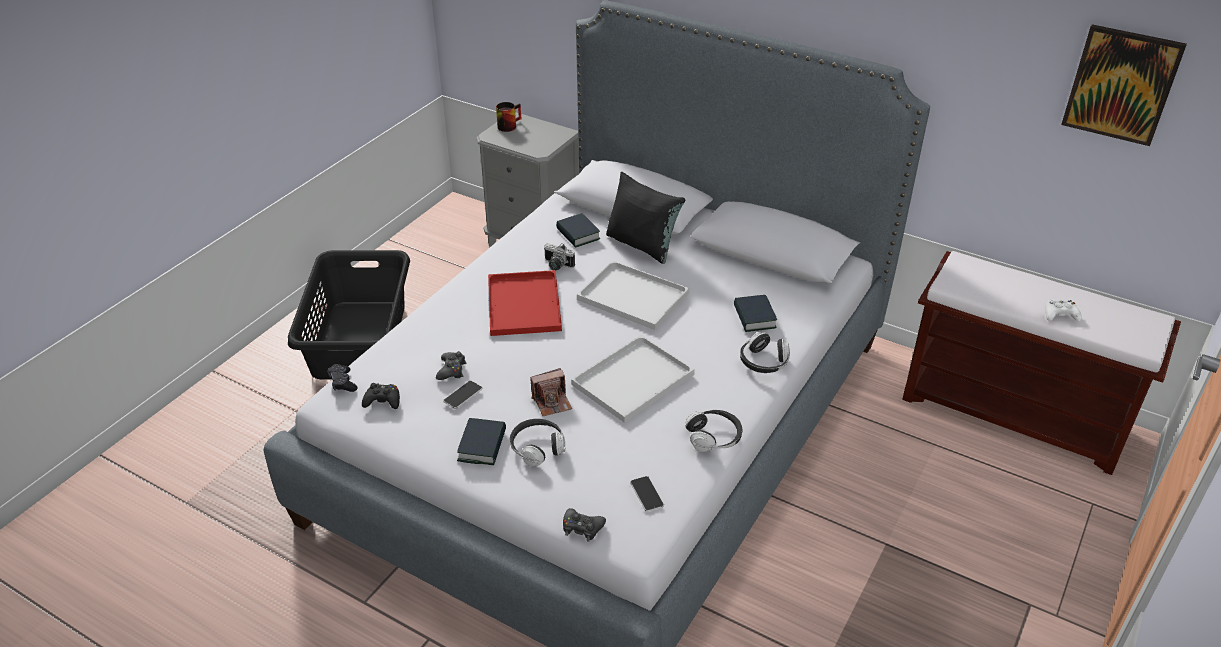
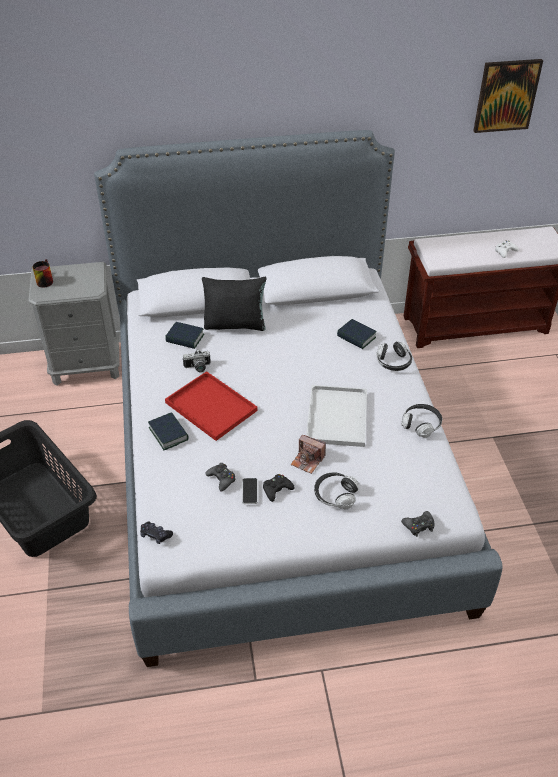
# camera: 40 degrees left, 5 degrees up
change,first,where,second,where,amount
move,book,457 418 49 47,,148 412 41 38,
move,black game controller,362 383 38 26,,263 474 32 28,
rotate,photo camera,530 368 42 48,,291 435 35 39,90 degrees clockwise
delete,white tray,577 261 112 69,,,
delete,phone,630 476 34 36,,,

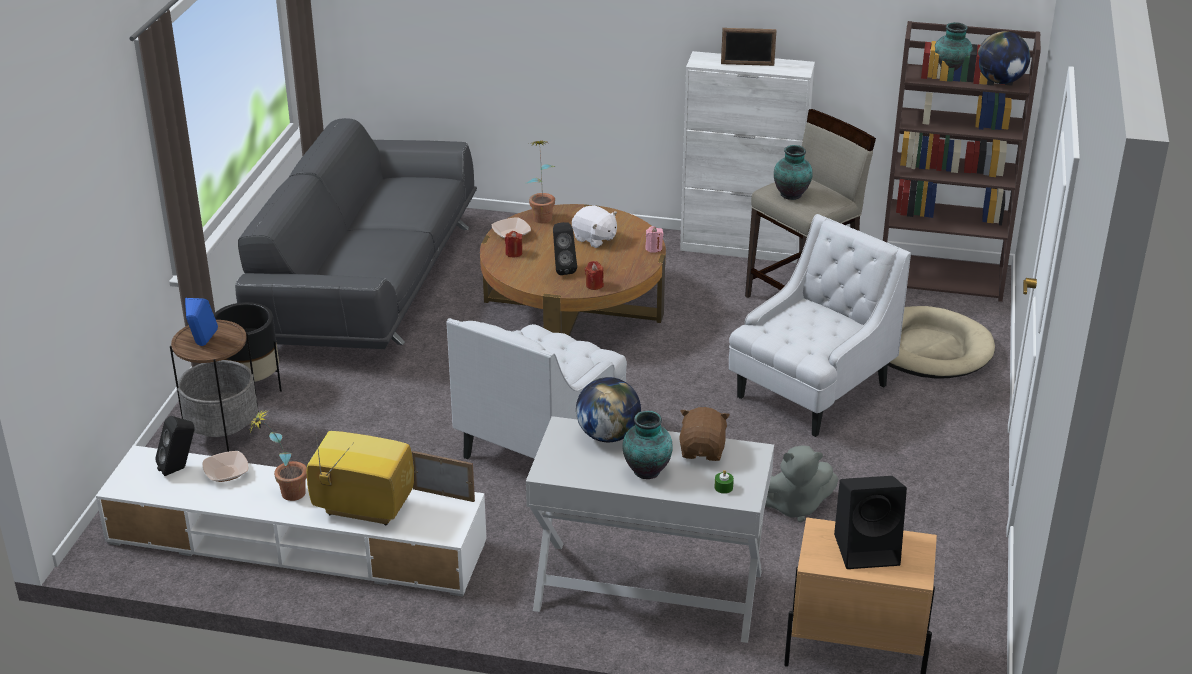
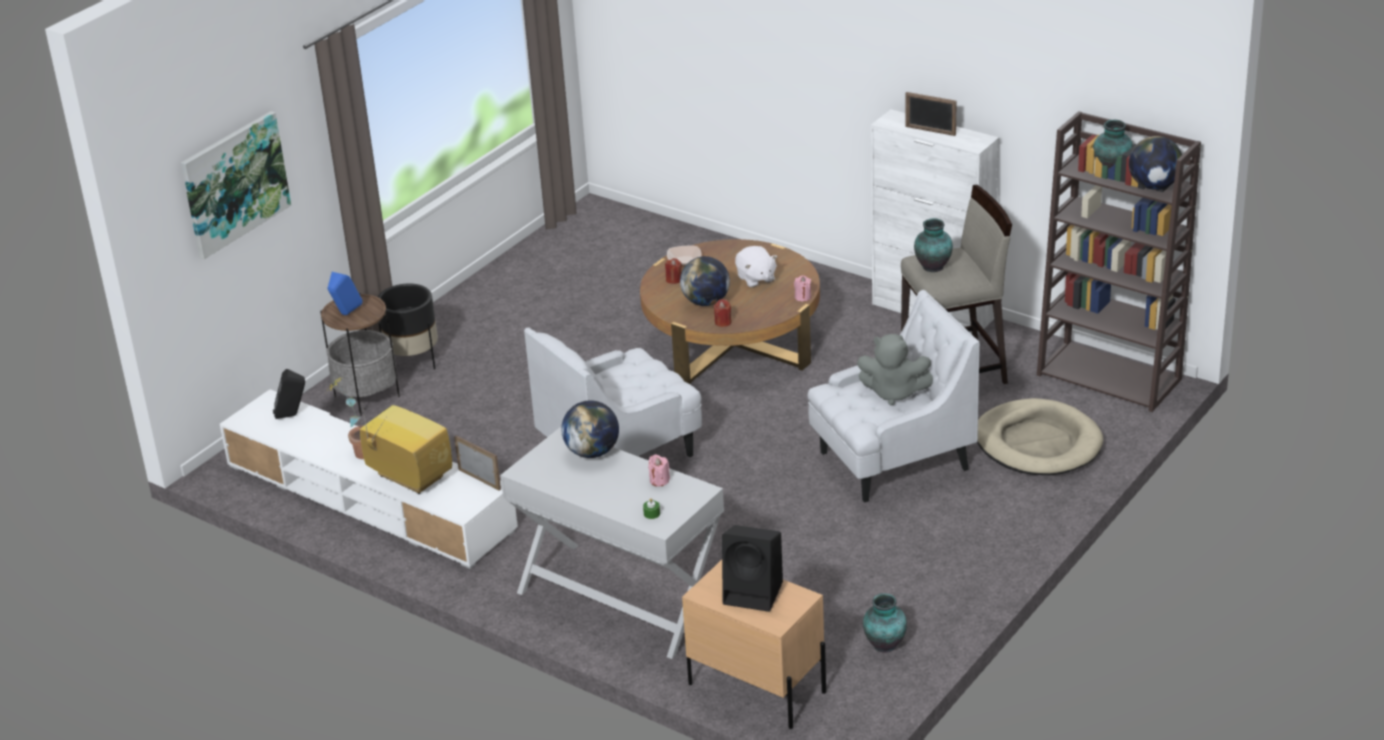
# camera: 25 degrees right, 0 degrees up
change,first,where,second,where,amount
insert,,,picture,181 111 110 148,
replace,brown plush toy,679 407 51 54,pink candle,648 454 22 32,
replace,black speaker,553 222 24 53,globe,680 256 50 50,
move,grey plush toy,765 445 73 77,,857 334 76 71,
move,vase,622 411 51 68,,863 593 44 60,
delete,bowl,202 451 47 31,,,
delete,grey sofa,235 118 242 231,,,
delete,potted plant,527 141 28 82,,,

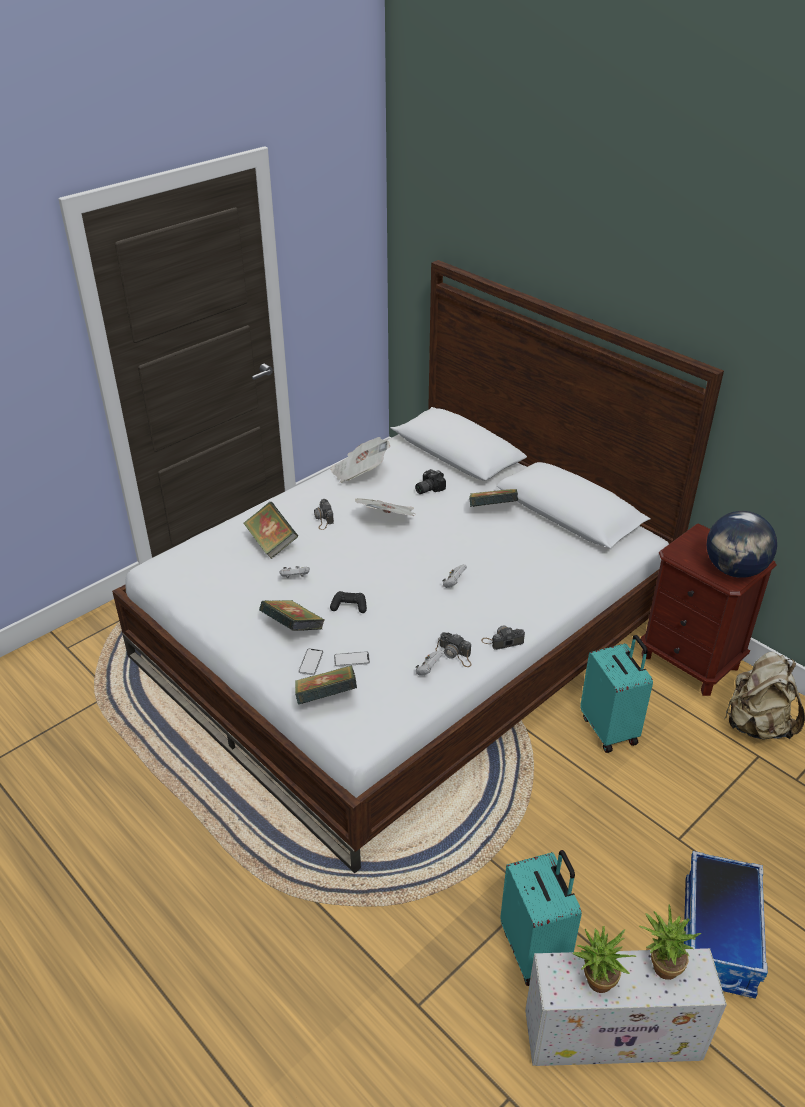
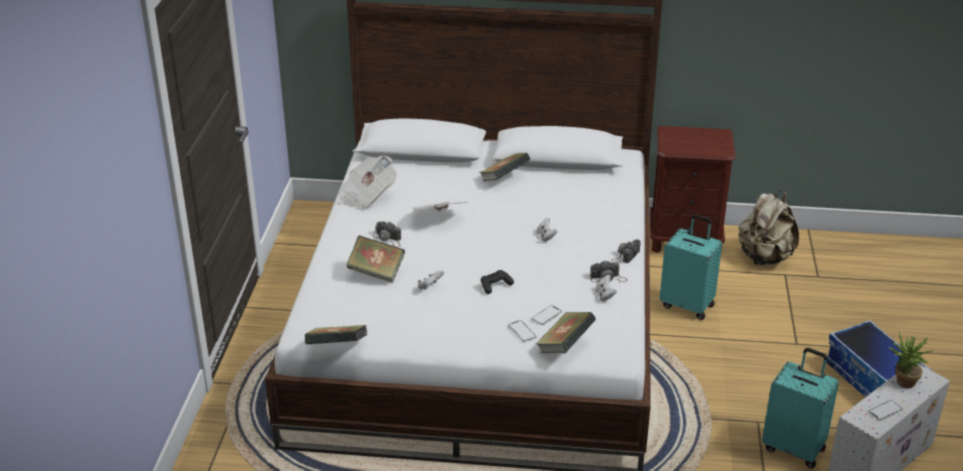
# camera: 40 degrees left, 5 degrees down
change,first,where,second,where,amount
move,book,259 600 65 31,,305 325 62 19,
replace,potted plant,573 926 63 67,phone,868 400 35 20,
delete,photo camera,415 469 31 25,,,
delete,globe,706 511 71 67,,,

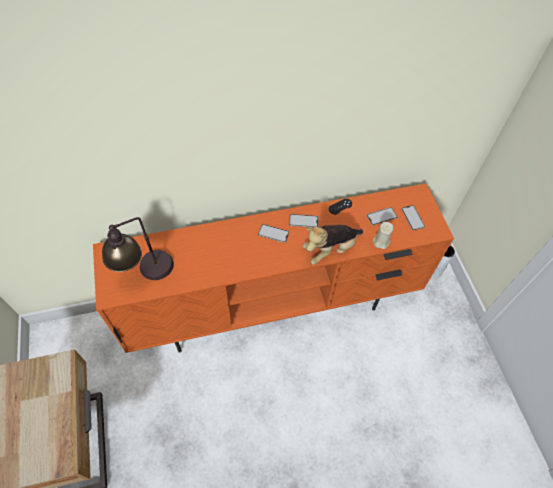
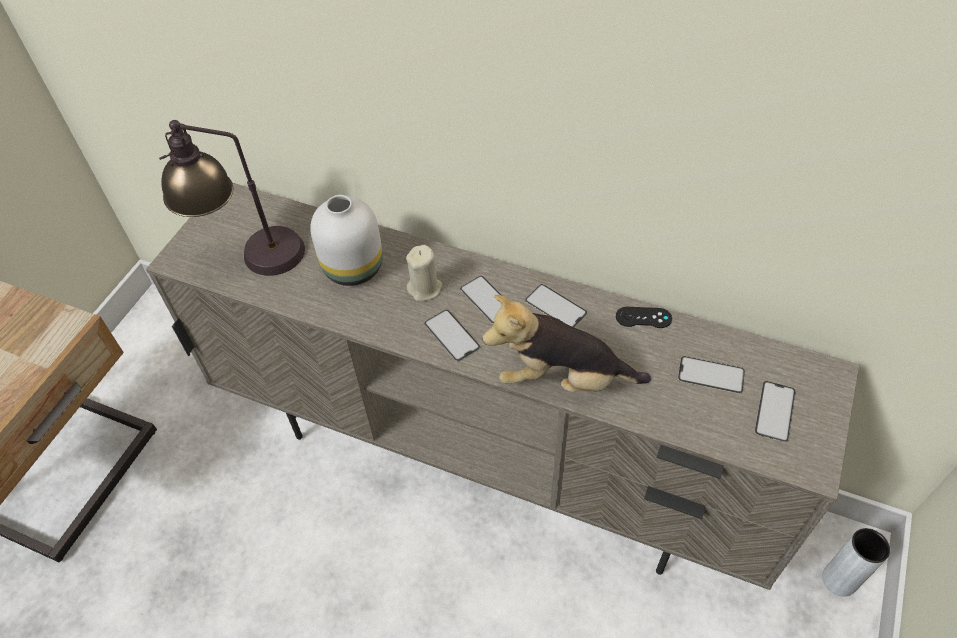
# camera: 40 degrees right, 5 degrees down
change,first,where,second,where,amount
recolor,orange tv stand,93 183 361 170,beige tv stand,146 183 713 407,
insert,,,white vase,310 195 73 91,
move,beige candle,373 222 21 27,,406 245 36 56,
insert,,,phone,424 310 56 52,

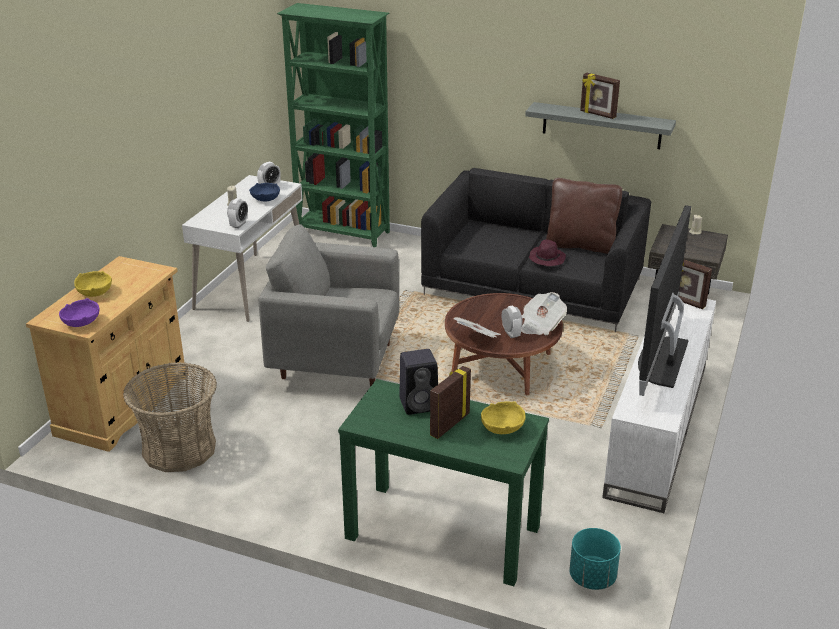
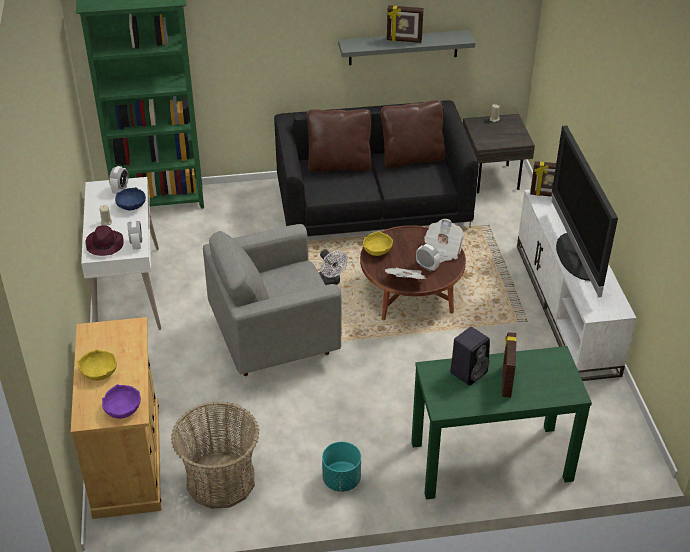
# camera: 30 degrees left, 10 degrees up
change,first,where,second,where,amount
move,purple hat,529 239 37 27,,85 226 39 30,
insert,,,brown pillow,307 109 65 63,
insert,,,white fan,319 250 29 35,
move,turquoise planter,569 528 52 62,,322 442 39 50,
move,yellow bowl,481 401 45 33,,363 231 30 25,

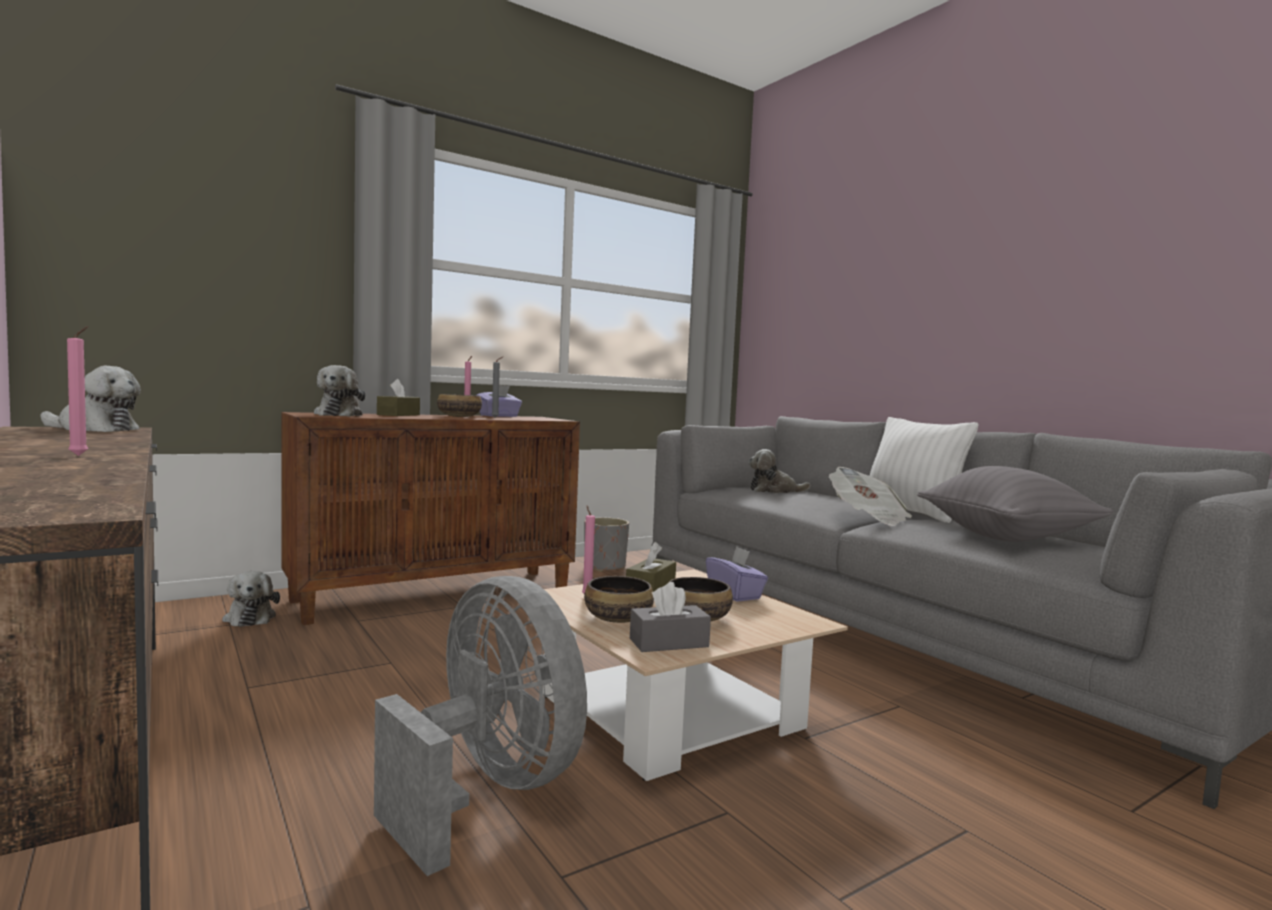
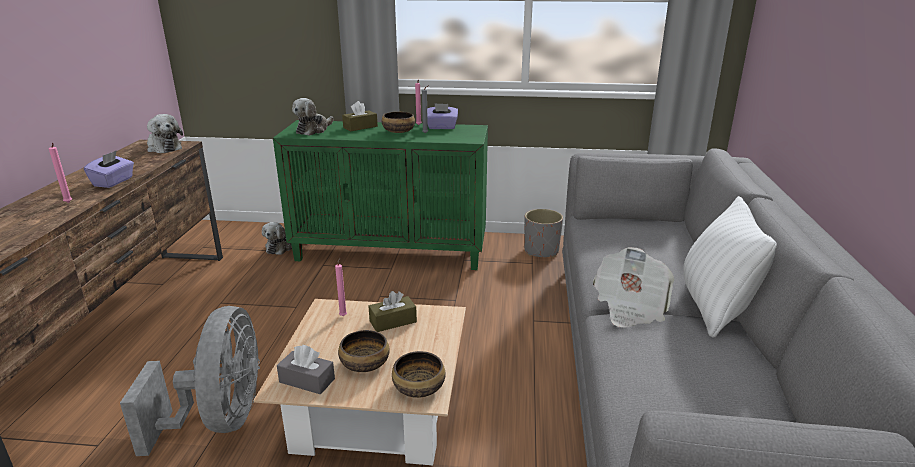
# camera: 40 degrees right, 20 degrees up
change,first,where,second,where,amount
move,purple tissue box,706 546 62 56,,84 150 50 38,
recolor,brown cabinet,281 412 299 213,green cabinet,273 120 215 150,
move,bowl,584 576 70 47,,392 351 54 47,
delete,plush toy,748 449 62 44,,,
delete,grey pillow,917 466 196 76,,,

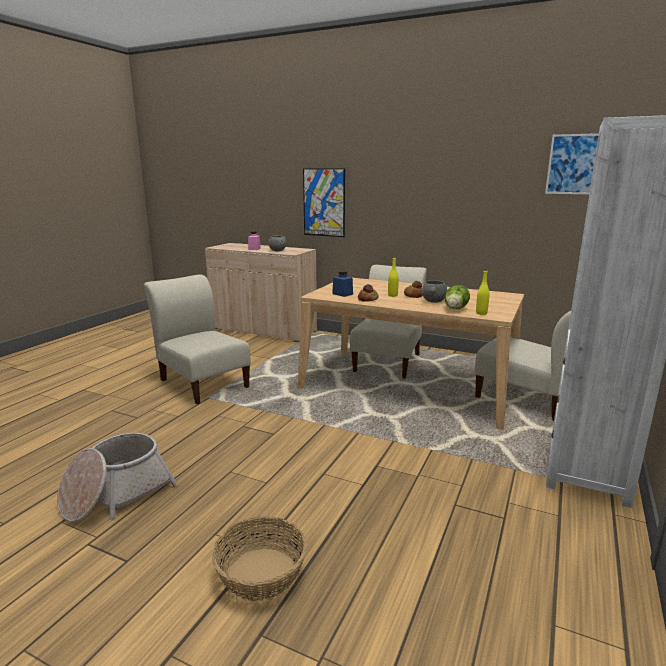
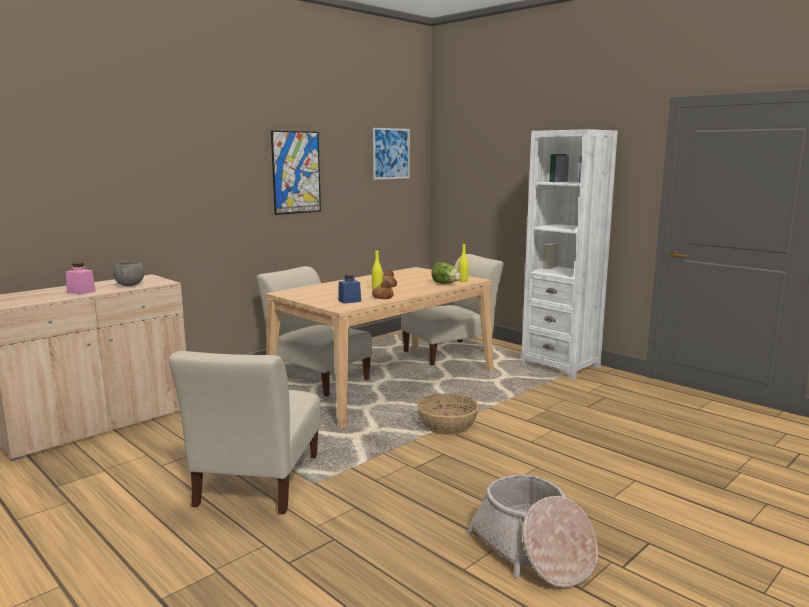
# camera: 70 degrees left, 5 degrees down
change,first,where,second,where,amount
rotate,beige chair,144 274 107 130,,169 351 152 163,60 degrees counterclockwise
move,picture,303 168 42 69,,271 131 50 84,
move,basket,212 516 95 86,,417 393 62 42,
delete,grey bowl,422 280 25 23,,,

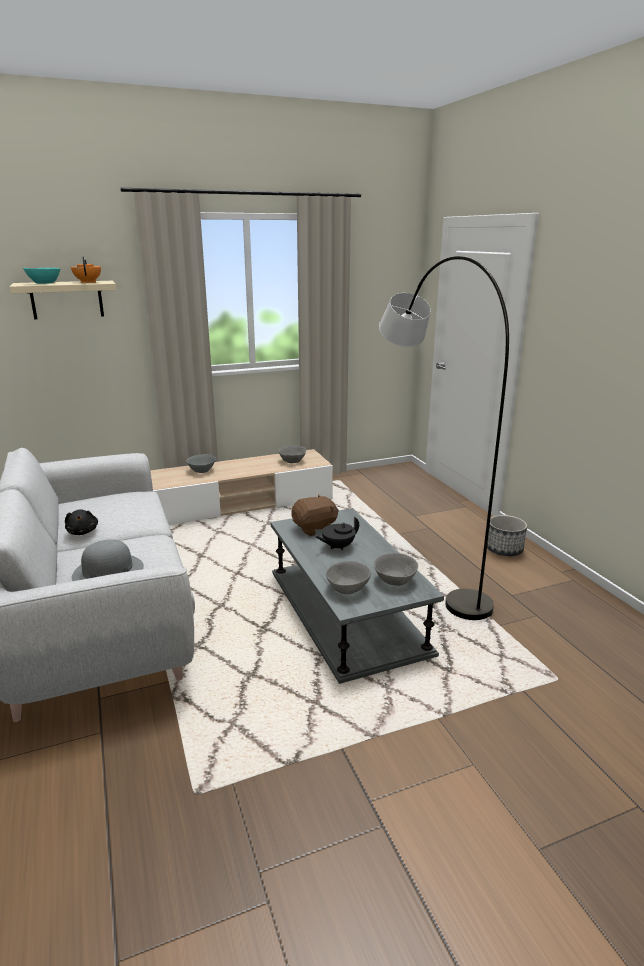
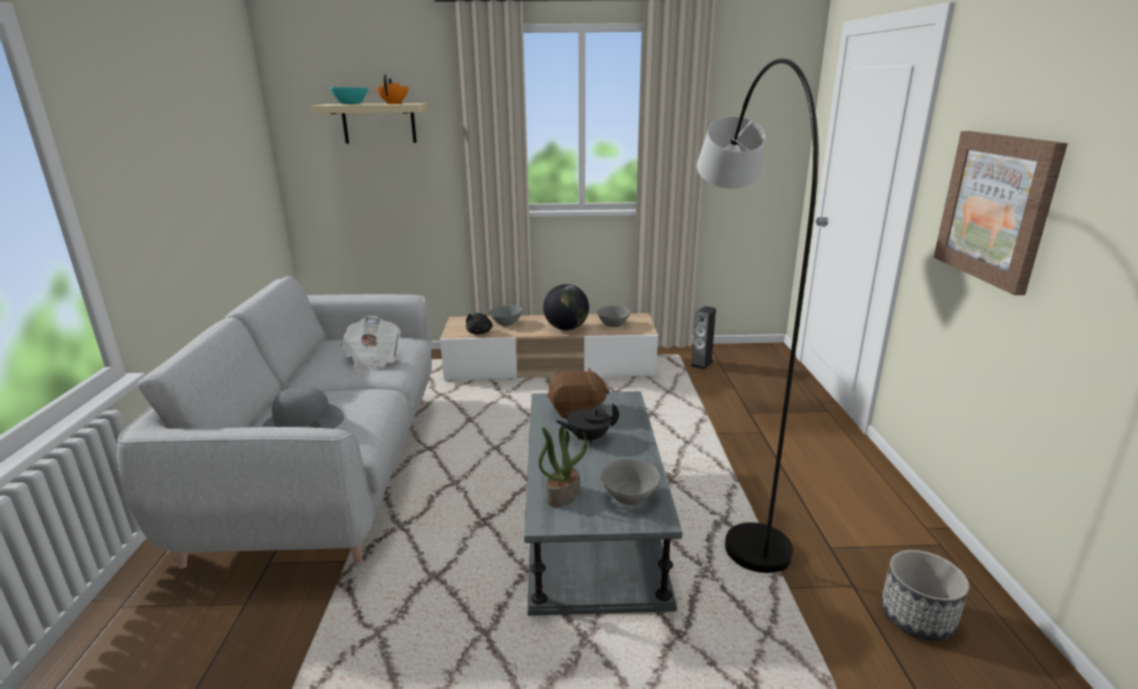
# camera: 20 degrees right, 0 degrees up
change,first,where,second,where,amount
insert,,,newspaper,341 316 60 56,
move,black plush toy,65 510 33 25,,466 313 27 22,
replace,grey bowl,326 561 45 33,potted plant,538 426 49 81,
insert,,,globe,543 284 46 46,
insert,,,speaker,691 306 25 64,
move,planter,487 515 40 41,,881 550 88 90,
insert,,,picture,934 131 134 164,

